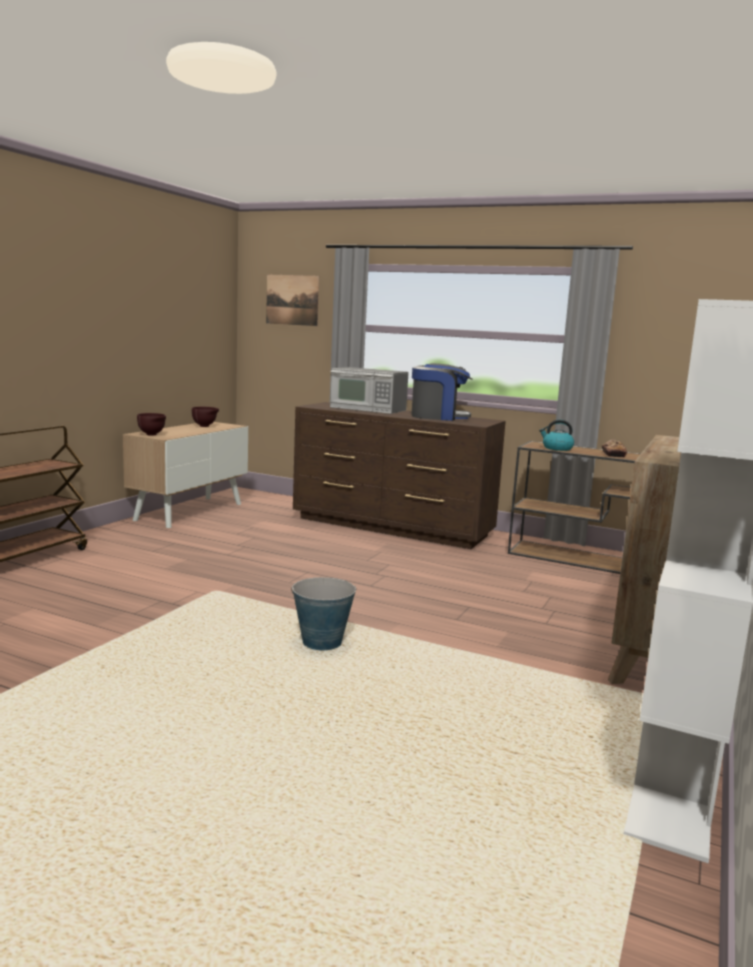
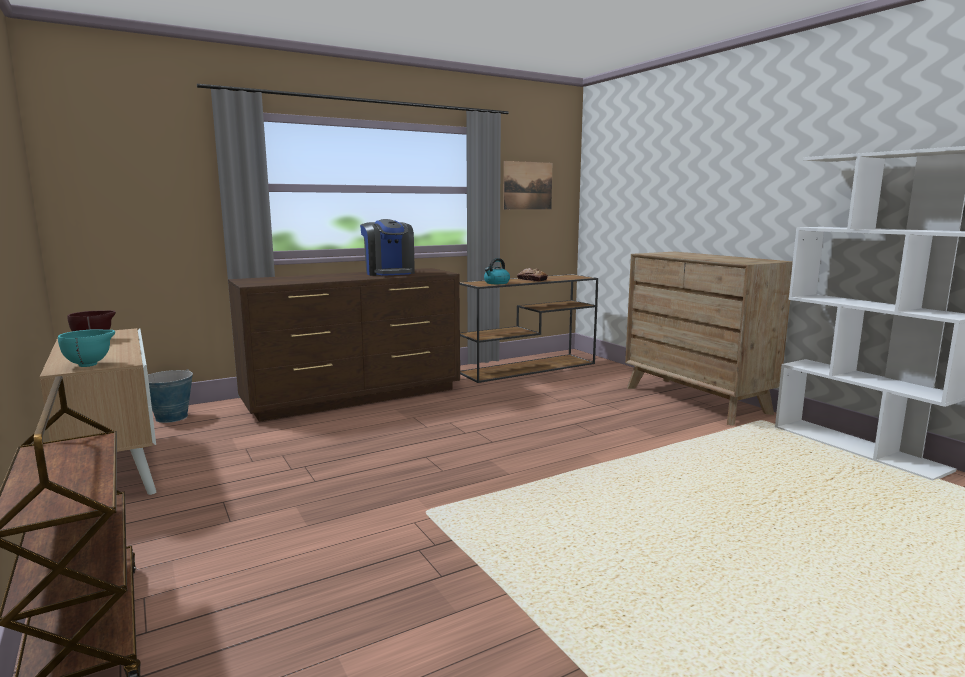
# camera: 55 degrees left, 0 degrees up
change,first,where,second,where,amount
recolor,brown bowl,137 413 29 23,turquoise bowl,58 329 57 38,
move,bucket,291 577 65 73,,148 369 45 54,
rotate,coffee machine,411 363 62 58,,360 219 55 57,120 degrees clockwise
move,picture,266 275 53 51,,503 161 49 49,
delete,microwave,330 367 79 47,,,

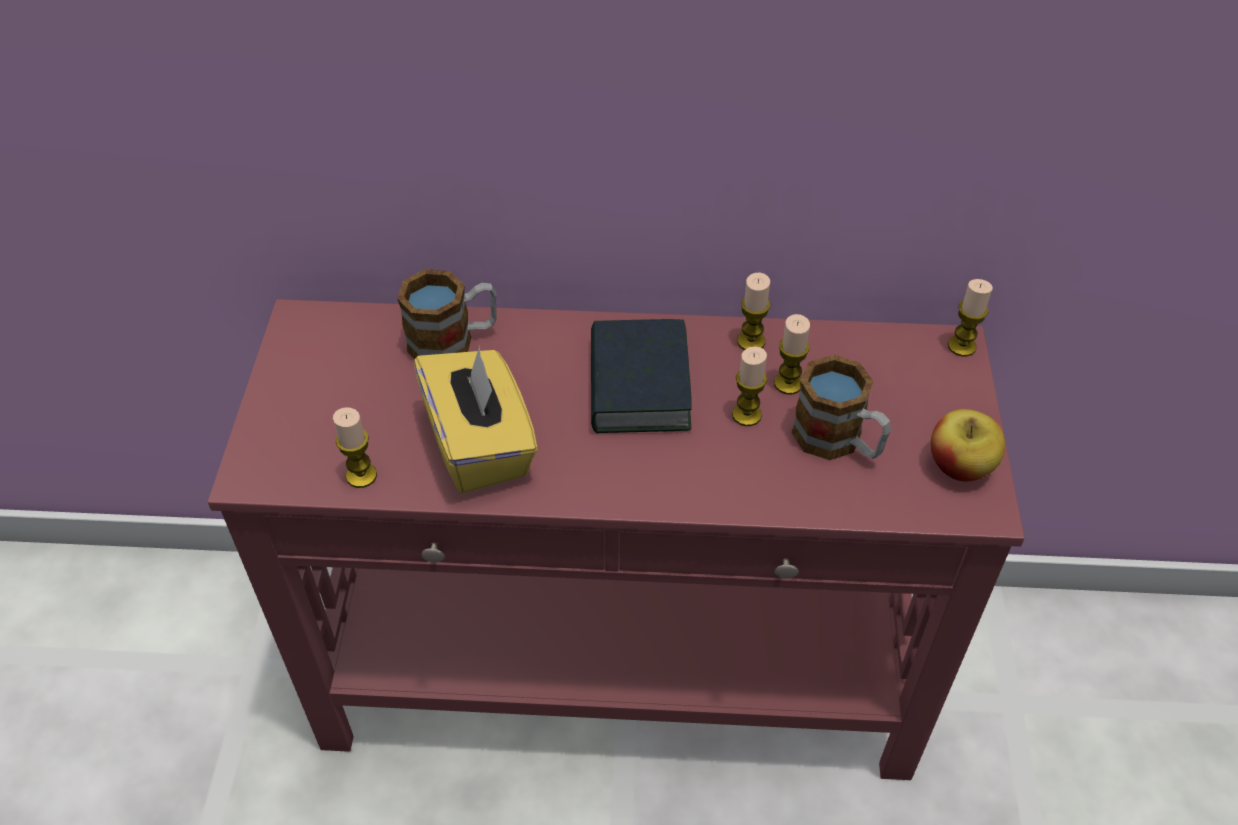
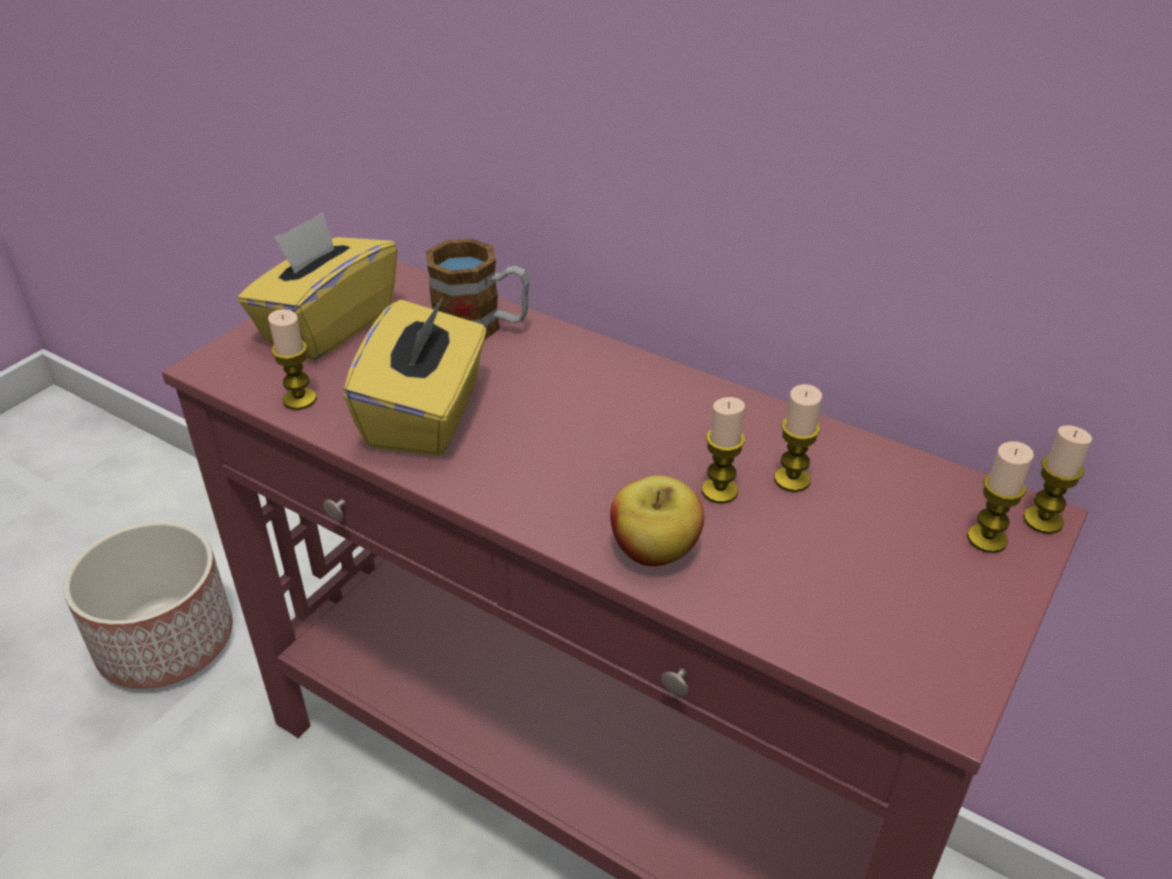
# camera: 30 degrees right, 10 degrees down
change,first,where,second,where,amount
insert,,,planter,63 521 170 168,
insert,,,yellow tissue box,238 212 160 149,
move,apple,931 409 74 72,,610 476 94 90,
move,candle,737 273 33 77,,967 441 67 112,
delete,book,591 319 101 114,,,
delete,mug,791 354 100 106,,,

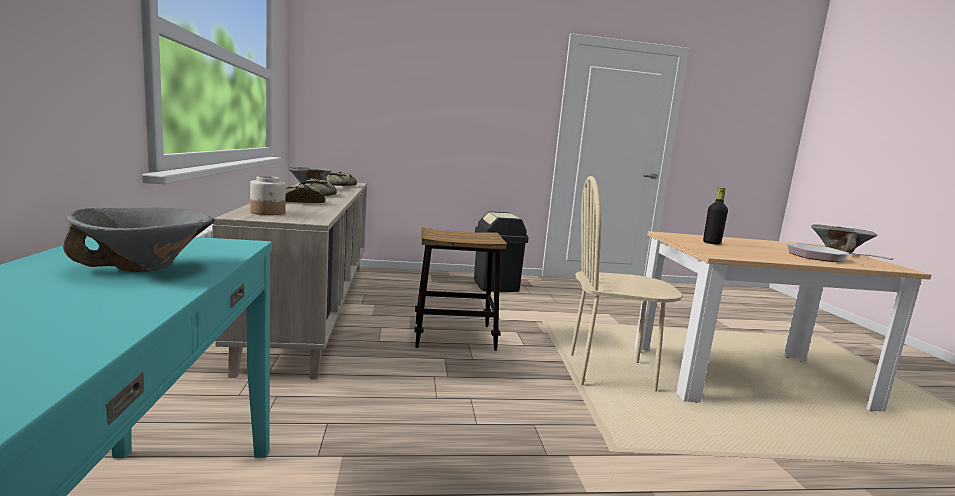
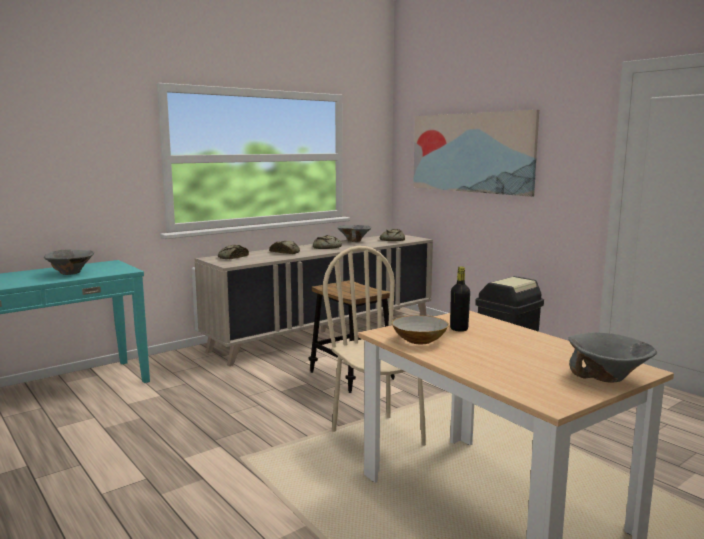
# camera: 60 degrees right, 0 degrees up
change,first,where,second,where,amount
replace,jar,250 176 36 39,bread,218 245 31 14,
insert,,,bowl,392 315 57 29,
insert,,,picture,413 110 126 87,
delete,frying pan,786 243 107 19,,,

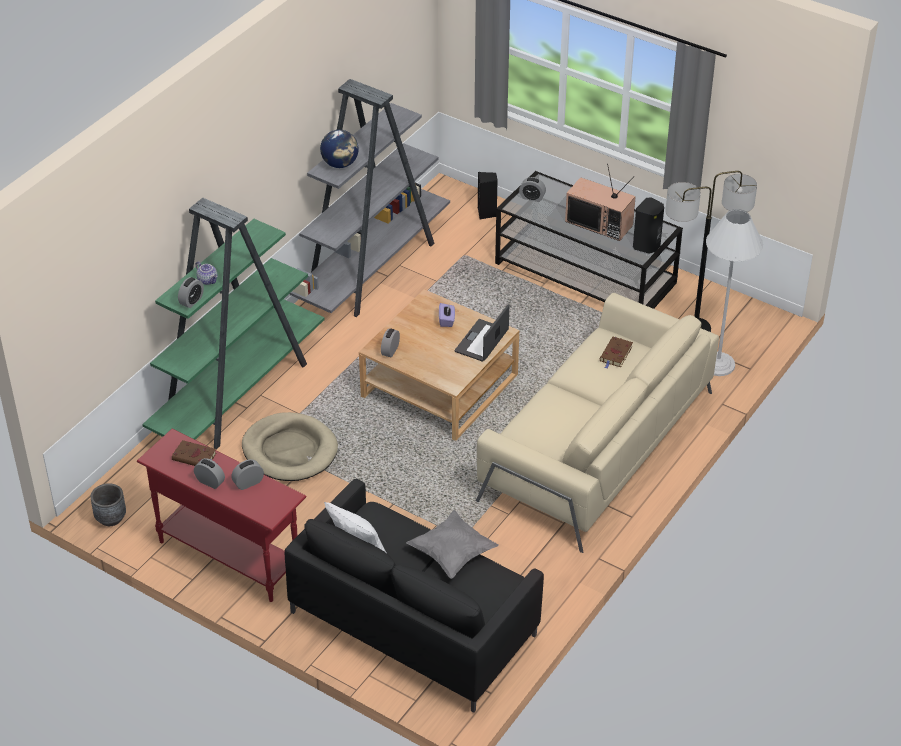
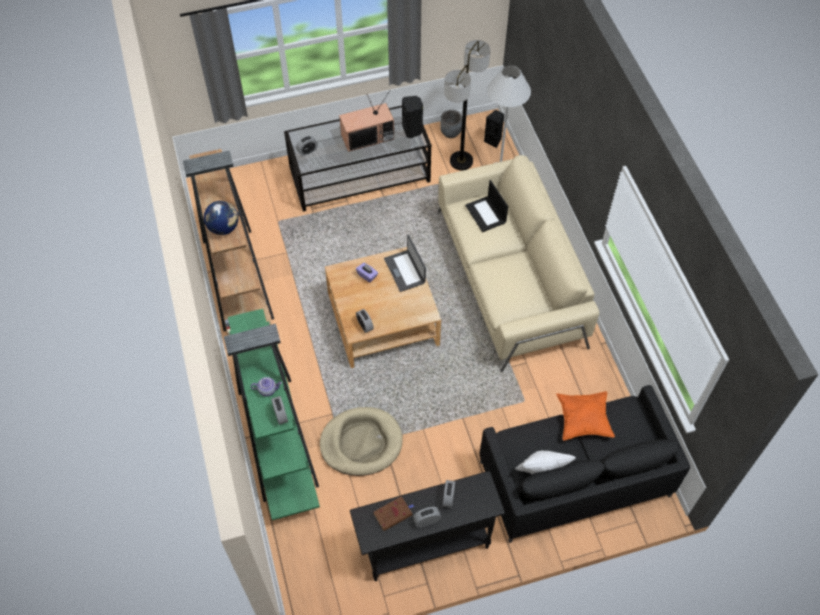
# camera: 50 degrees left, 15 degrees up
change,first,where,second,where,amount
recolor,grey bookcase,289 79 161 238,brown bookcase,183 149 91 186,
recolor,red console table,137 429 169 173,black console table,350 471 156 110,
move,grey planter,90 483 36 43,,440 110 22 28,
replace,brown book,600 337 33 32,laptop,465 180 43 52,
move,black speaker,478 172 20 48,,484 110 20 38,
recolor,grey pillow,406 510 93 69,orange pillow,556 391 59 50,

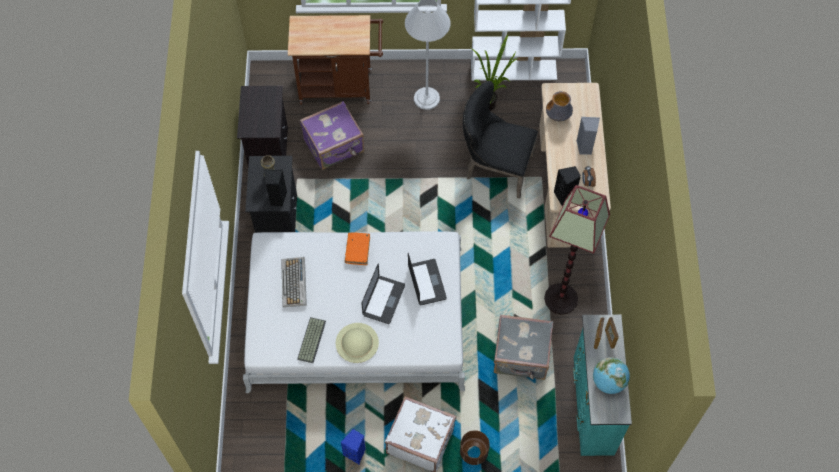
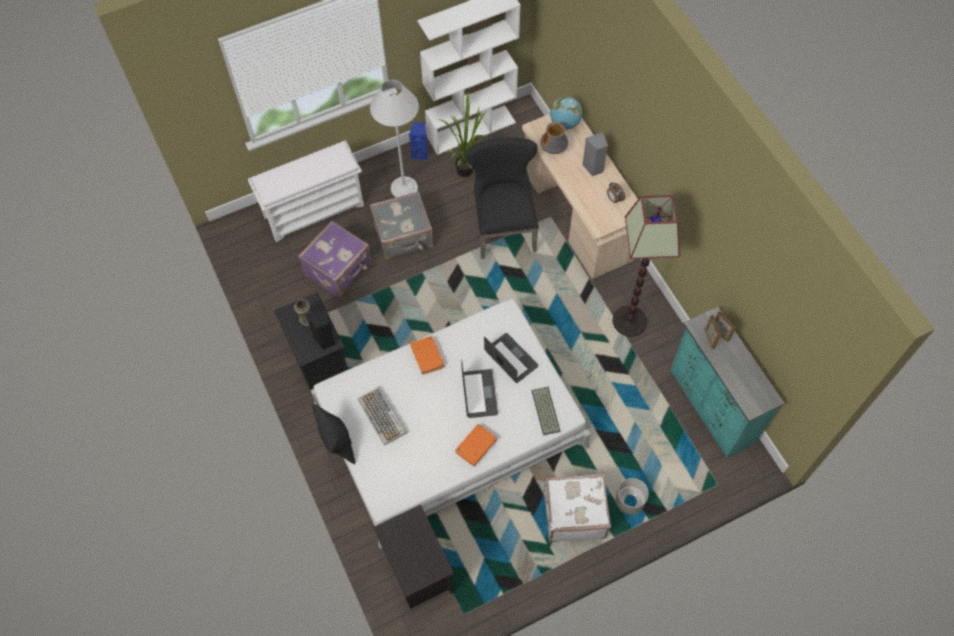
# camera: 25 degrees left, 0 degrees up
change,first,where,second,where,amount
replace,brown cart,288 15 95 90,white bench,248 140 116 102,
insert,,,black pillow,312 403 44 61,
move,grey suitcase,494 315 59 65,,370 191 63 69,
move,black nightstand,237 86 51 80,,373 505 81 104,
move,blue speaker,341 429 25 36,,409 122 19 38,
replace,beige hat,336 323 43 40,orange book,455 424 42 42,
rotate,black chair,463 81 75 118,,465 137 74 122,90 degrees clockwise
move,keyboard,297 317 29 46,,531 387 30 49,
move,globe,593 357 37 37,,550 97 33 33,
recolor,brown planter,460 430 30 35,grey planter,615 478 34 37,
delete,black speaker,554 166 27 40,,,

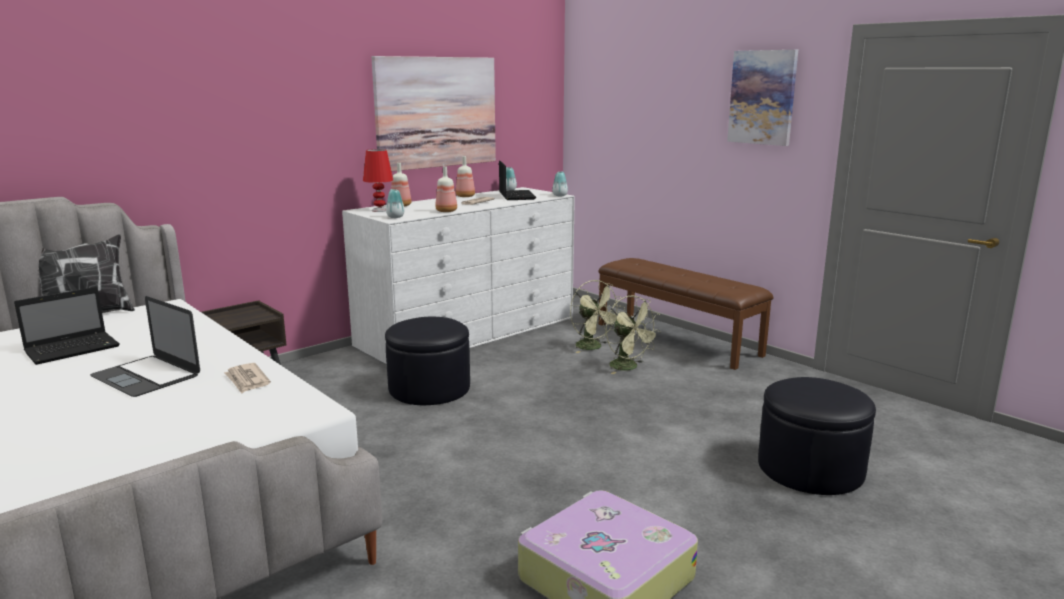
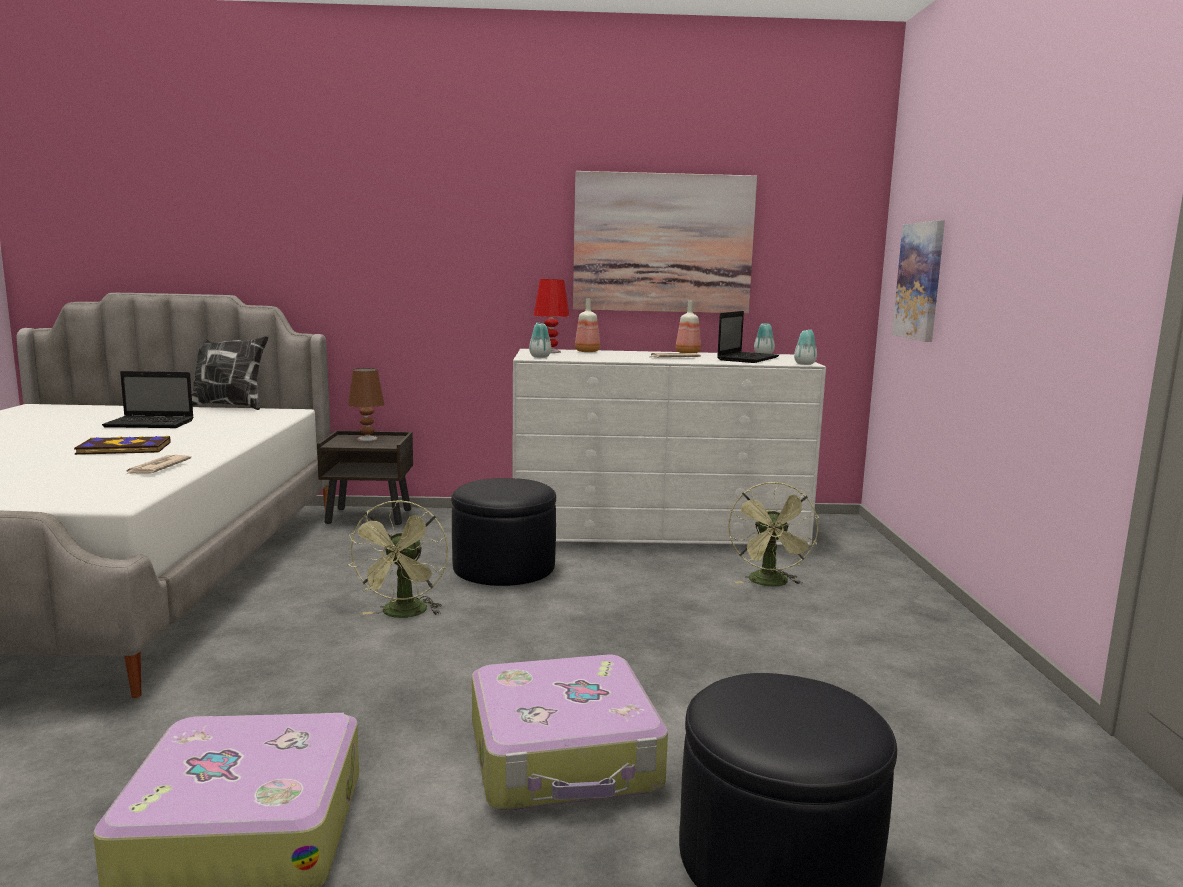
# camera: 40 degrees right, 5 degrees down
change,first,where,second,where,amount
replace,laptop,90 296 110 101,book,74 436 97 19,
move,green fan,606 295 55 79,,347 500 101 118,
insert,,,brown table lamp,348 368 36 73,
insert,,,suitcase,472 655 196 156,
move,picture,727 50 71 96,,892 220 53 122,
delete,bottle,435 166 22 46,,,
delete,brown bench,598 258 175 112,,,

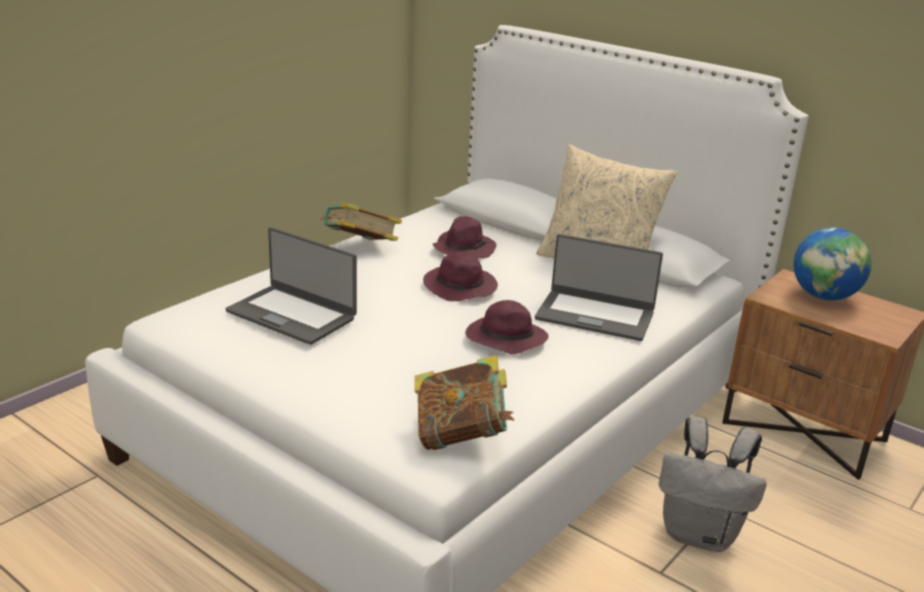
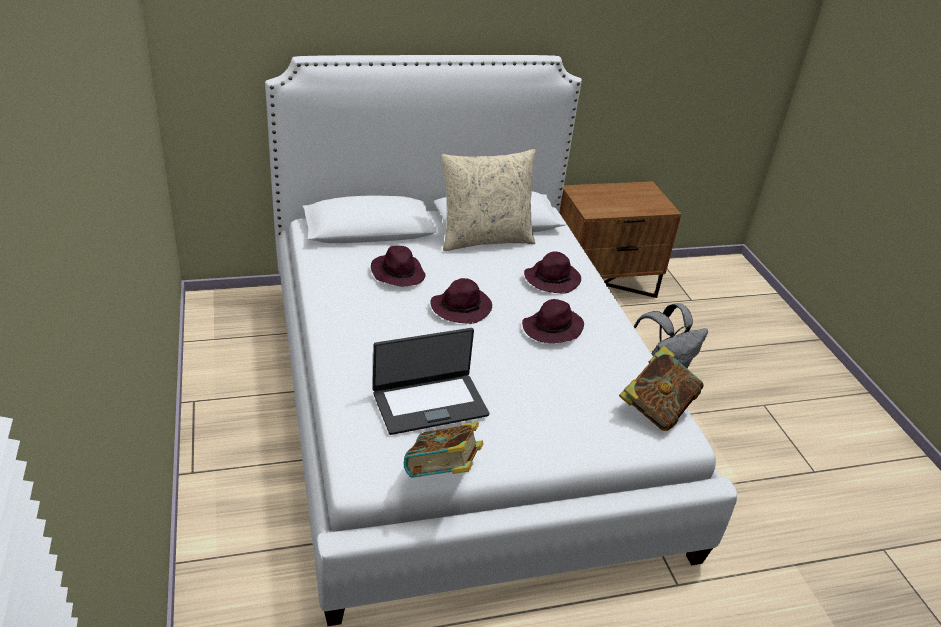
# camera: 55 degrees left, 10 degrees up
change,first,where,second,where,amount
move,book,320 203 82 38,,404 422 79 56,
replace,laptop,535 234 128 107,purple hat,524 252 57 42,
delete,globe,793 227 79 73,,,

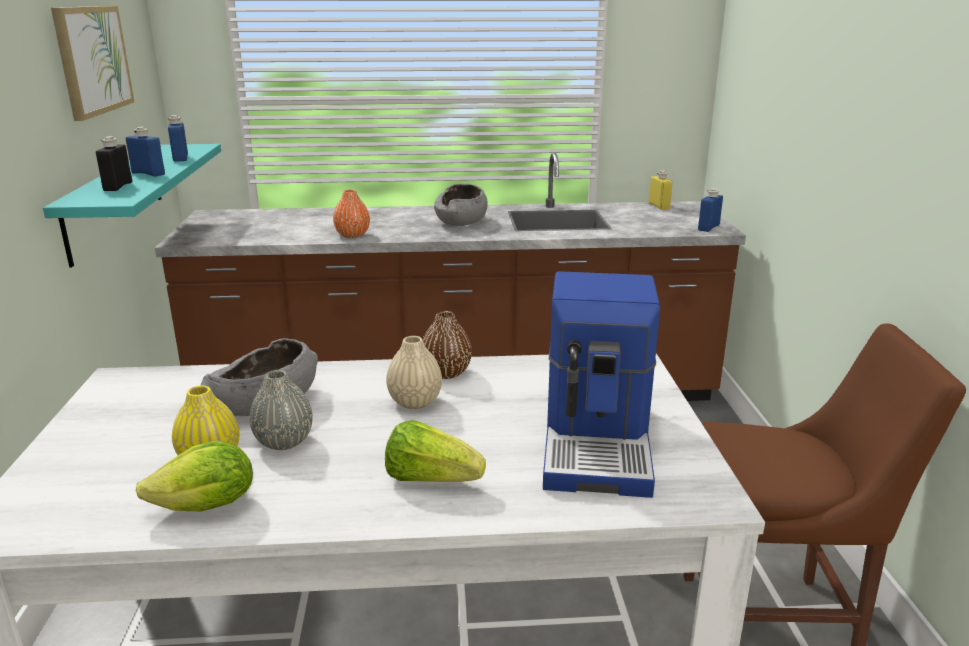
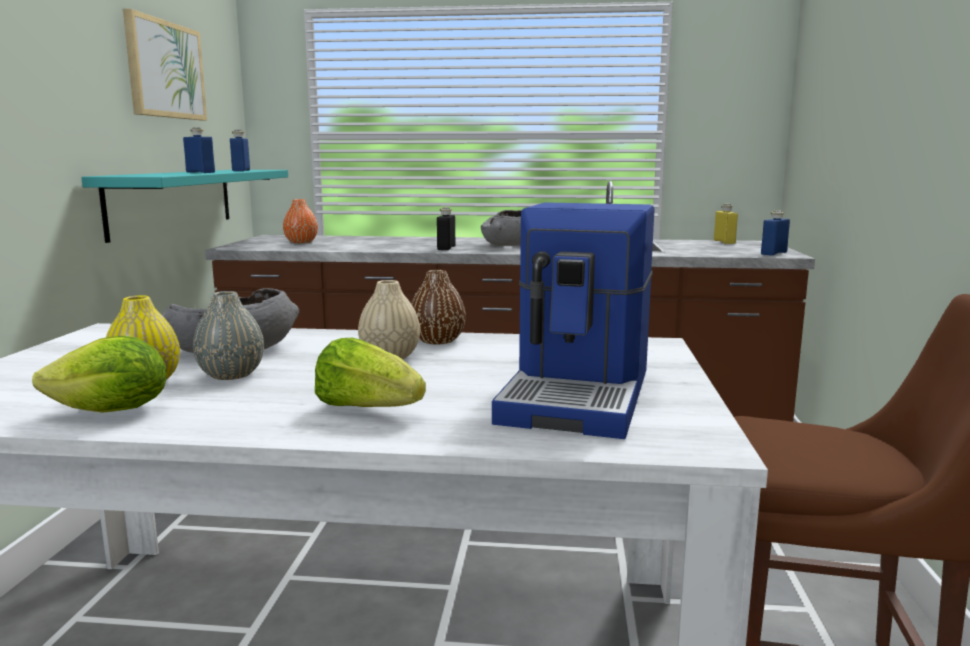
# camera: 10 degrees right, 10 degrees down
change,first,where,second,where,amount
move,orange vase,333 189 37 49,,283 199 35 44,
move,black bottle,96 136 36 55,,437 207 19 43,

